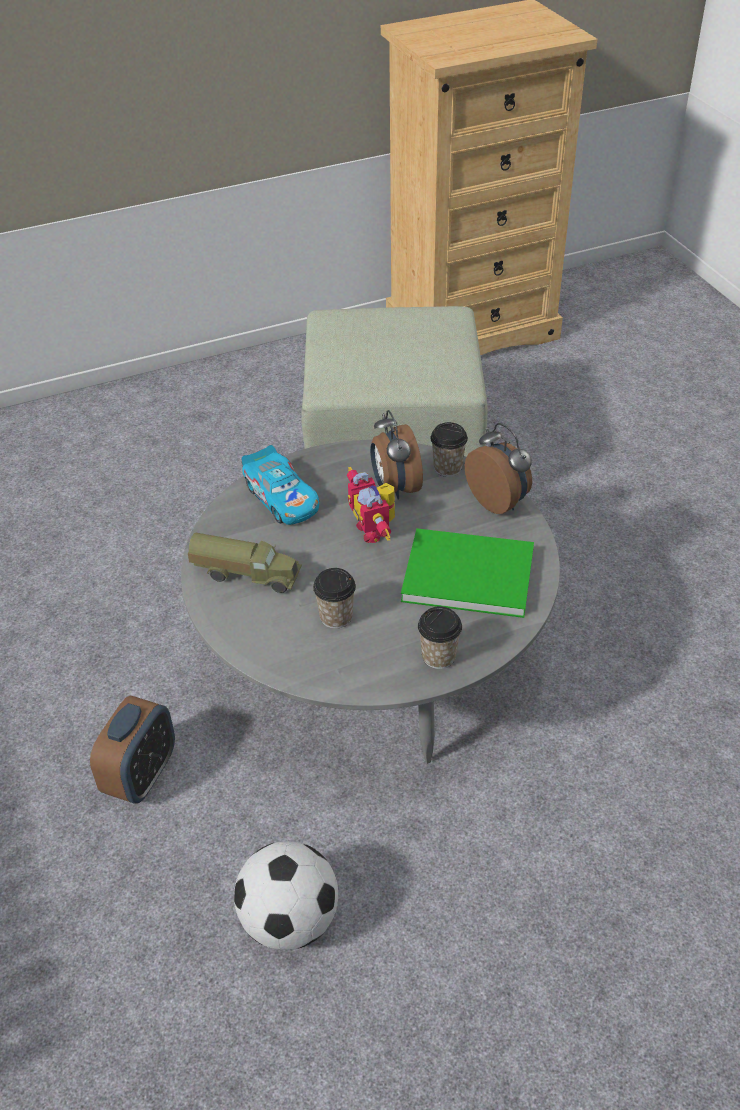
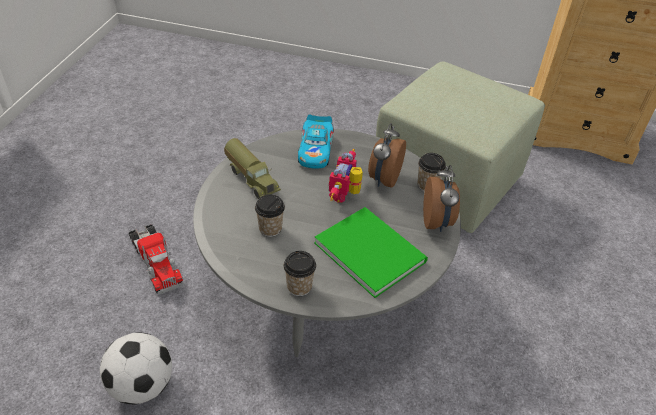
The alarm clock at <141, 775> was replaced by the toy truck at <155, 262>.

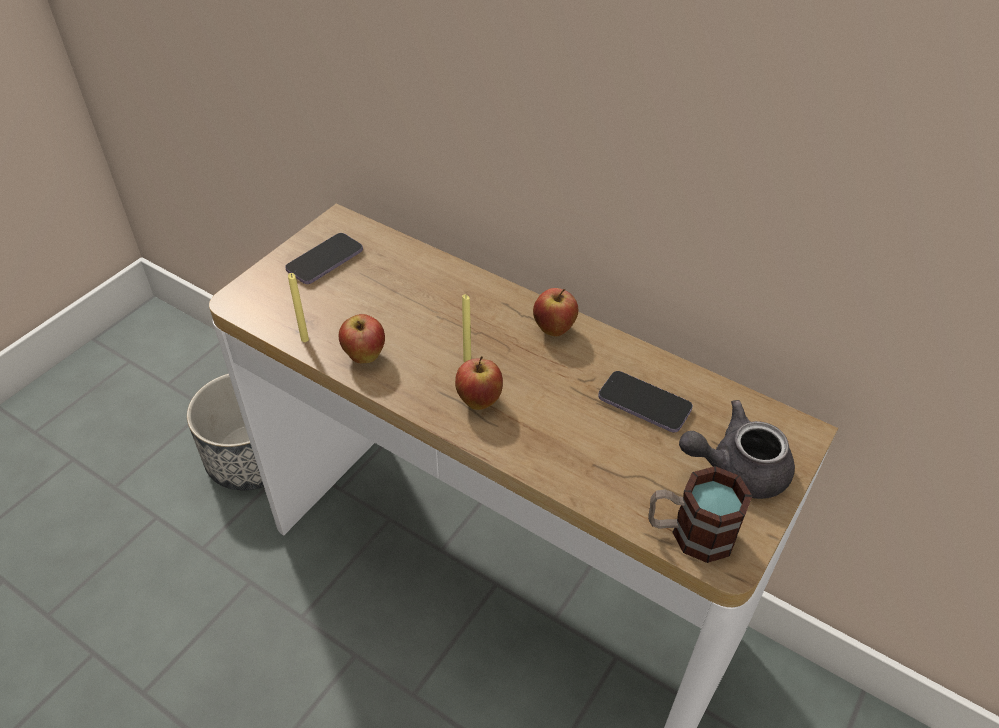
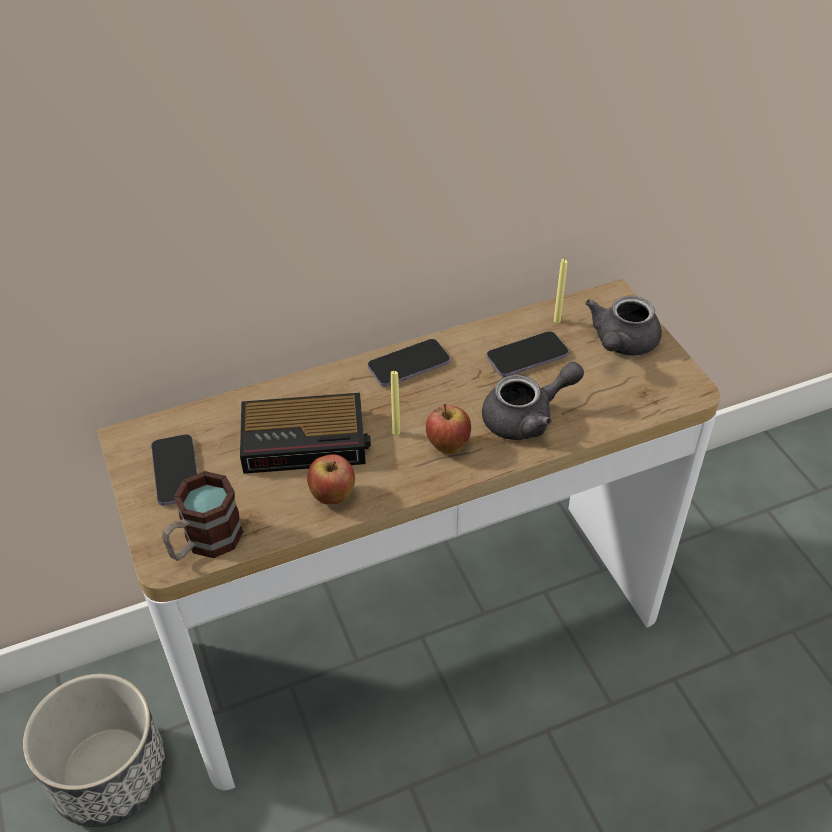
The candle/yellow moved from <305, 339> to <557, 320>.
The apple at <554, 329> was replaced by the phone at <409, 365>.
The mug moved from <689, 533> to <204, 543>.
The teapot/grey at <527, 418> appeared.
The alarm clock at <307, 440> appeared.

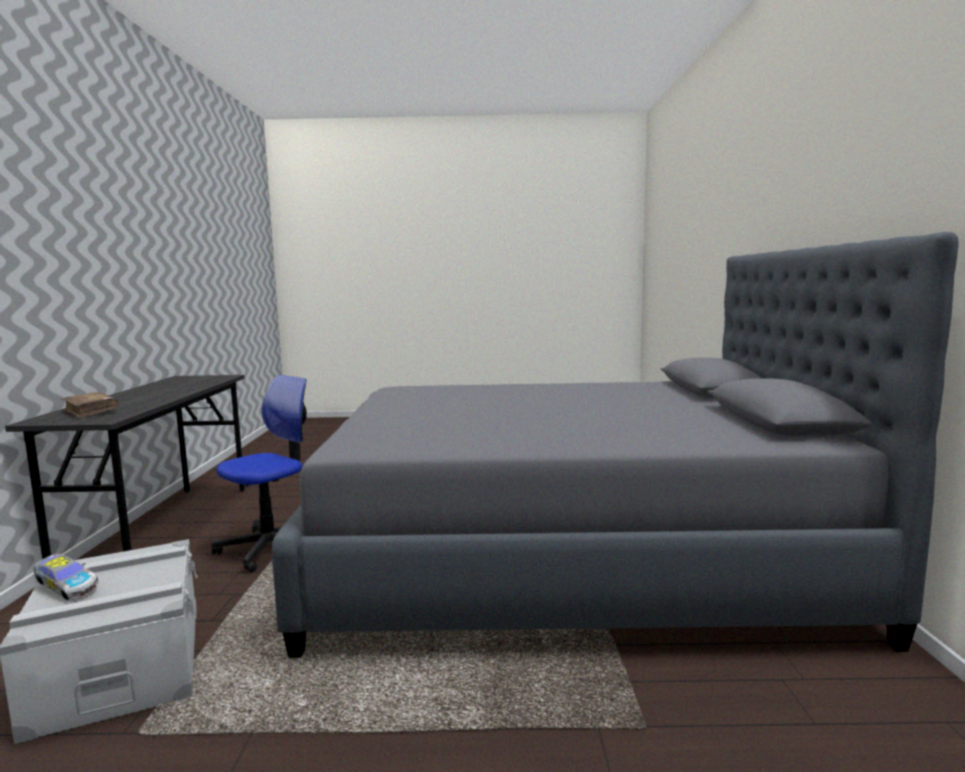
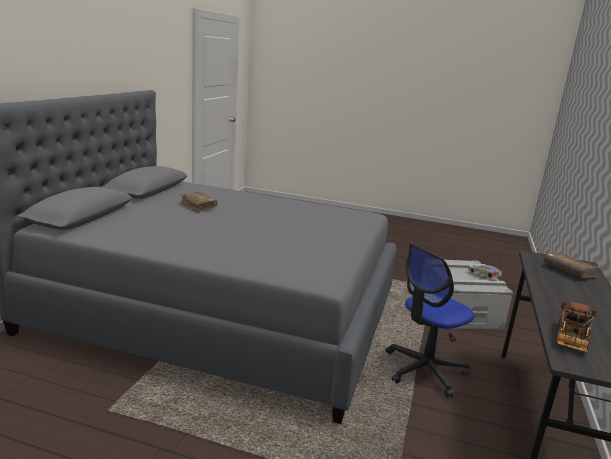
The book/brown at <198, 206> appeared.
The toy truck at <570, 341> appeared.

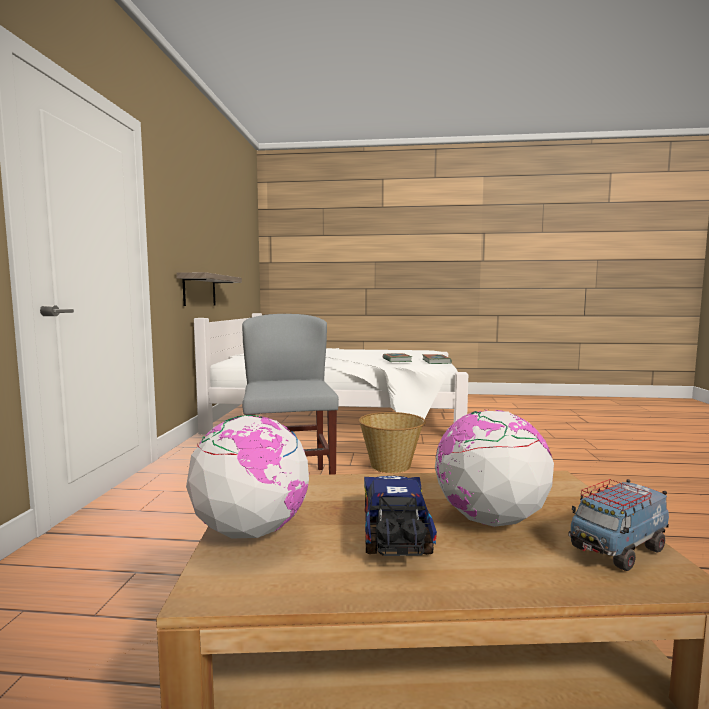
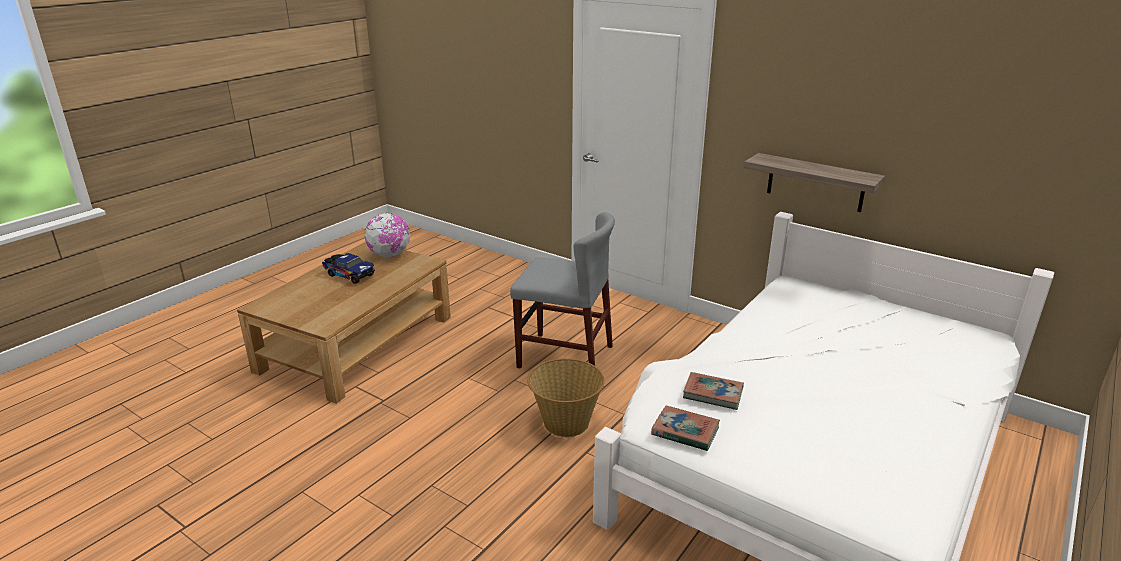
The globe at <489, 519> disappeared.
The toy truck at <617, 549> disappeared.

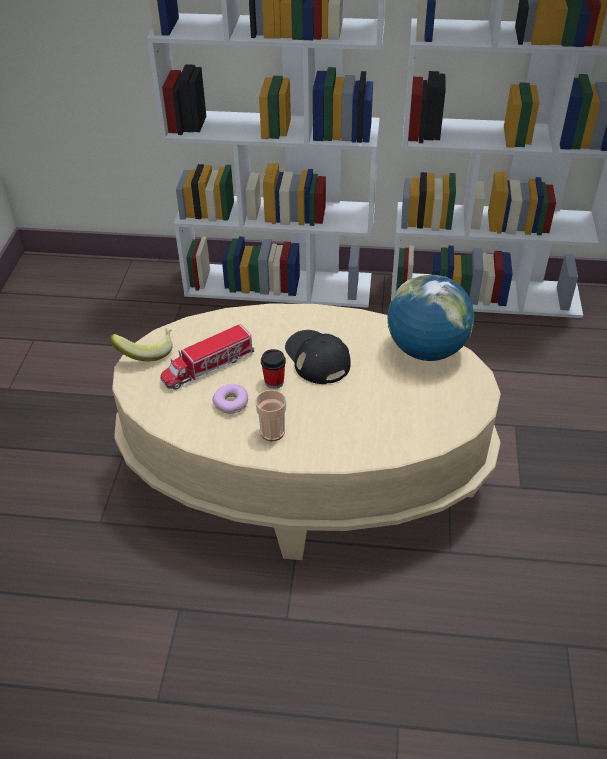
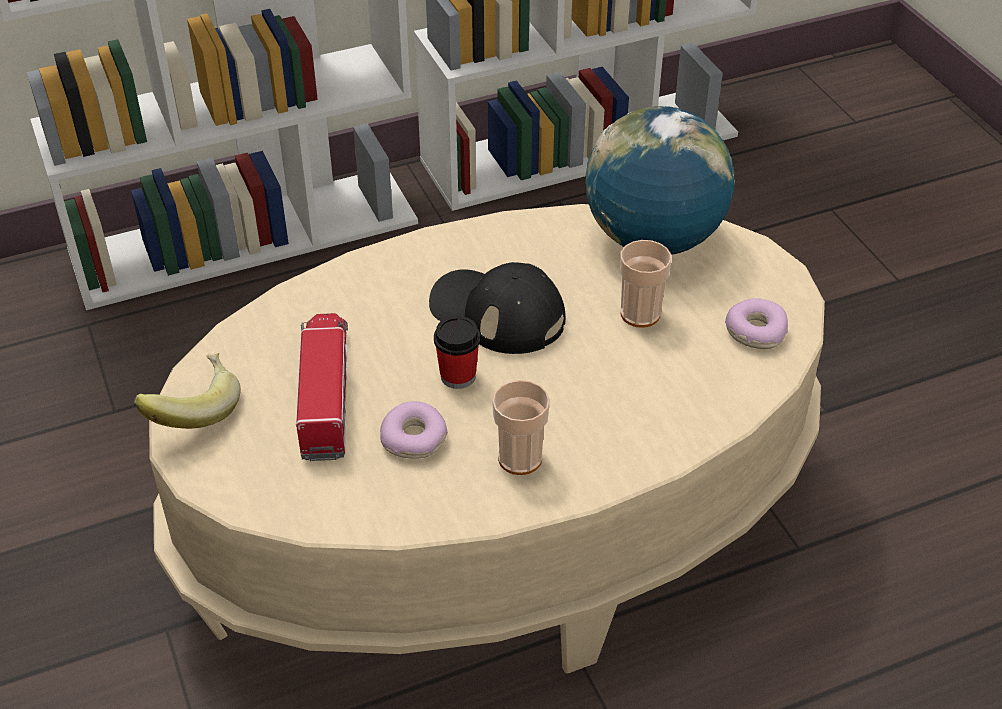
The toy truck at <208, 367> turned 150 degrees clockwise.
The cup at <640, 314> appeared.
The donut at <755, 331> appeared.

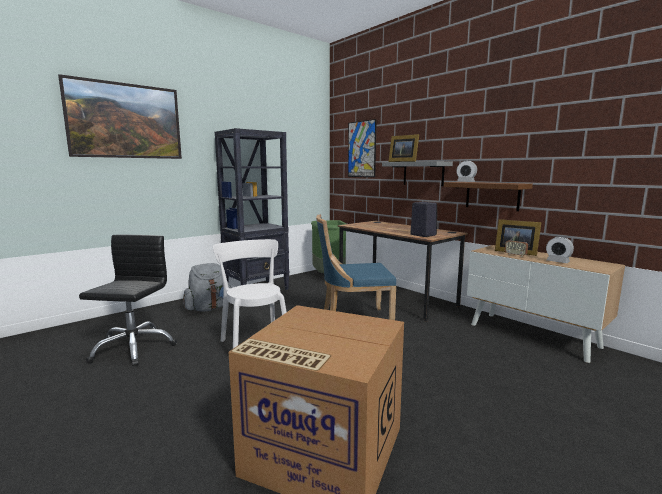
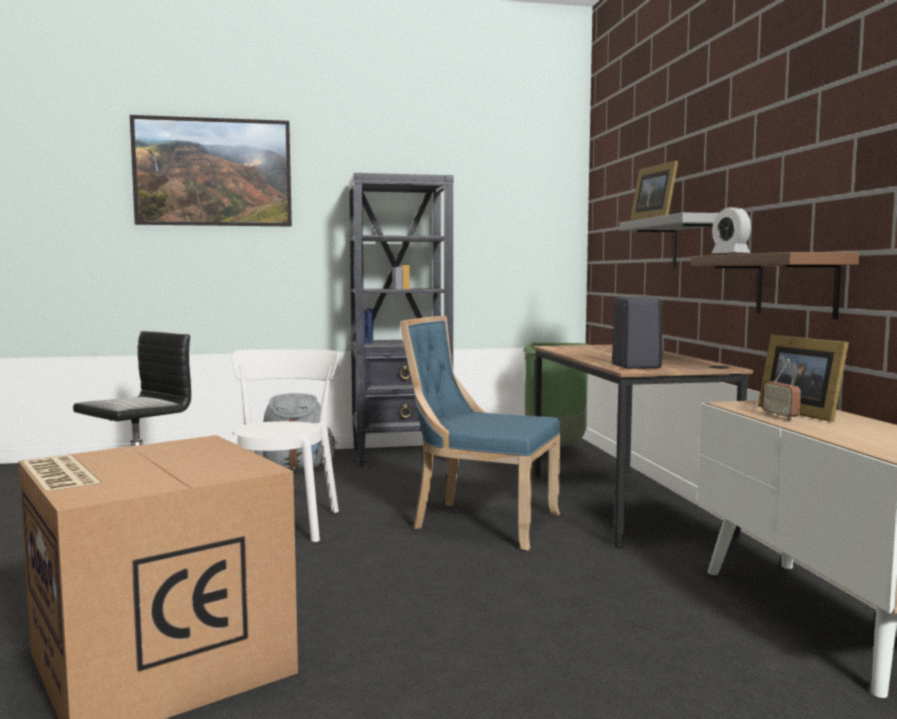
The picture at <361, 149> disappeared.
The alarm clock at <557, 261> disappeared.

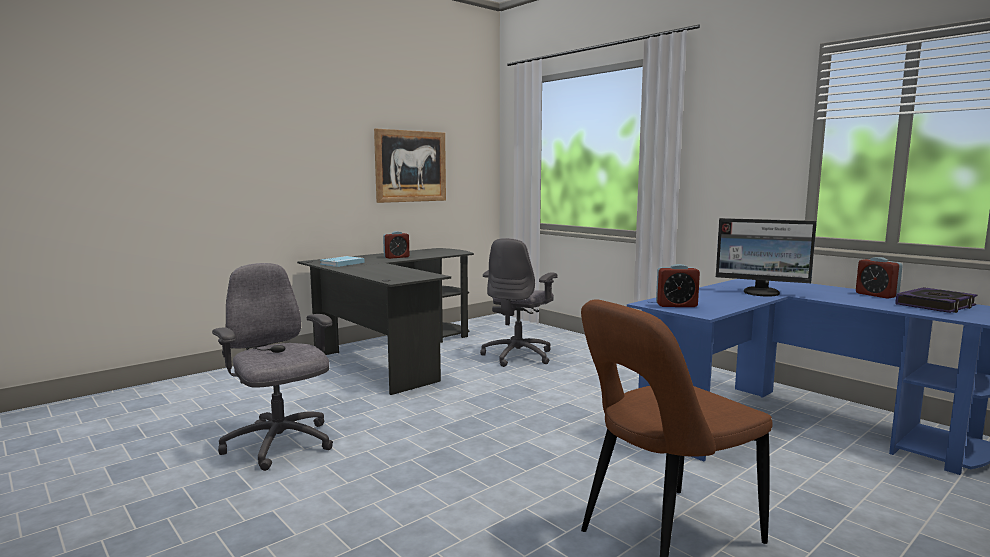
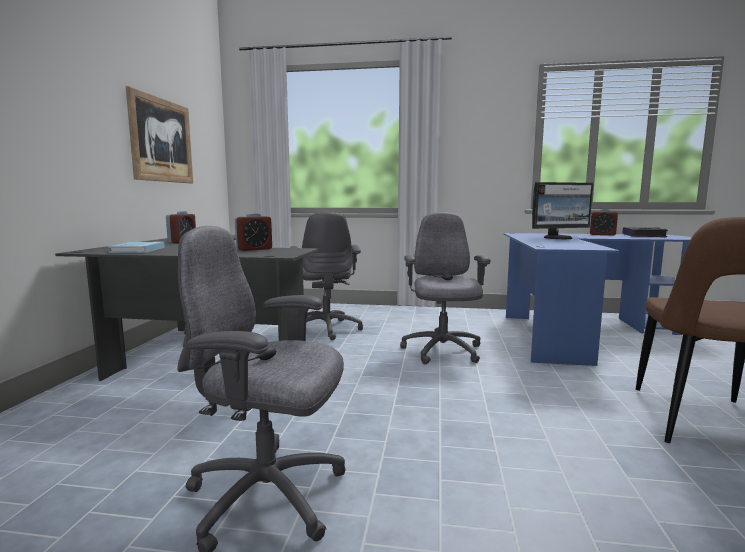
The alarm clock moved from <676, 305> to <254, 249>.
The office chair/grey at <442, 351> appeared.

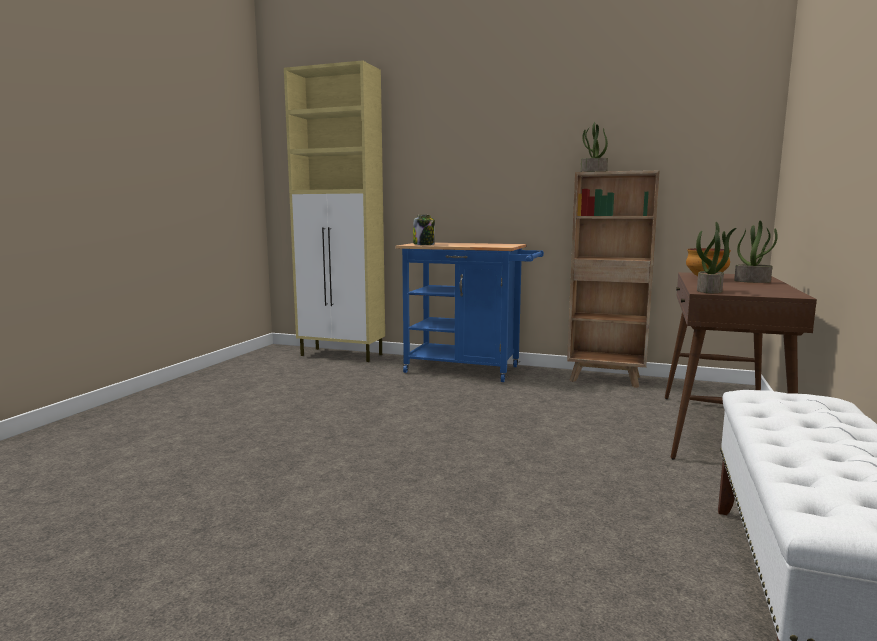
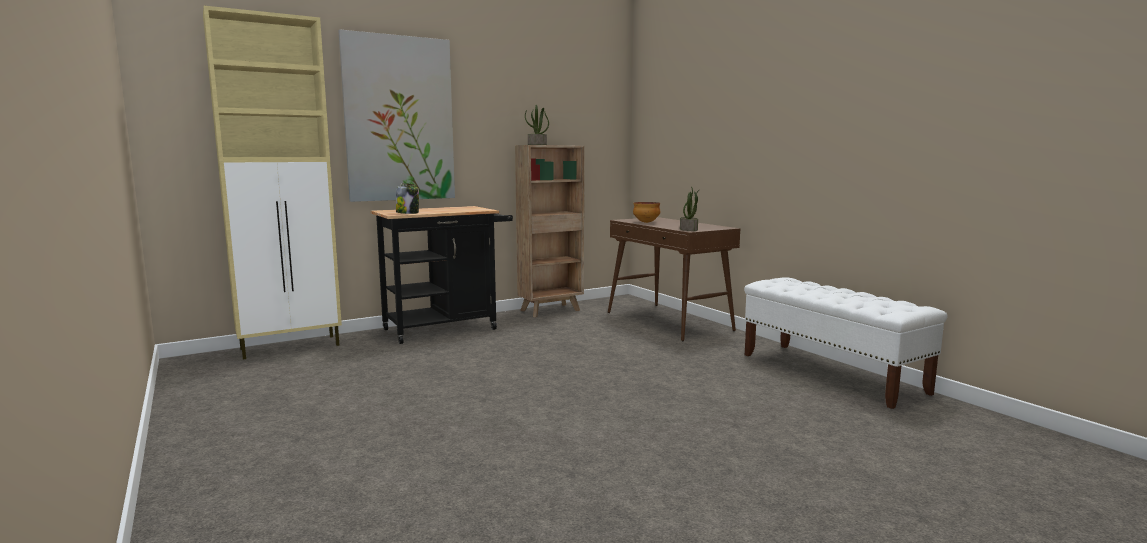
The potted plant at <752, 281> disappeared.
The cart/blue at <469, 370> became the cart/black at <447, 328>.
The picture at <399, 119> appeared.

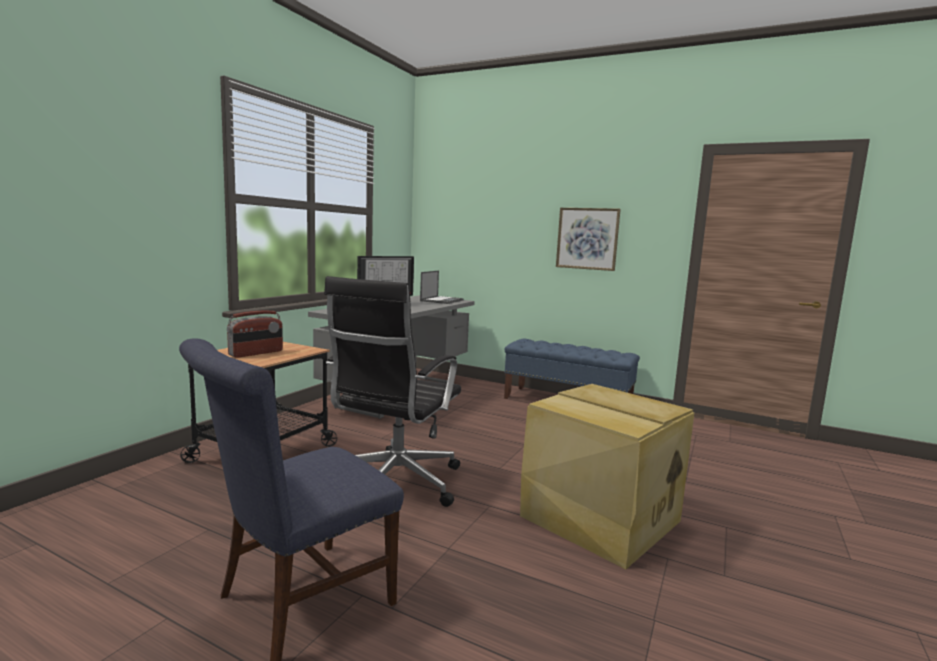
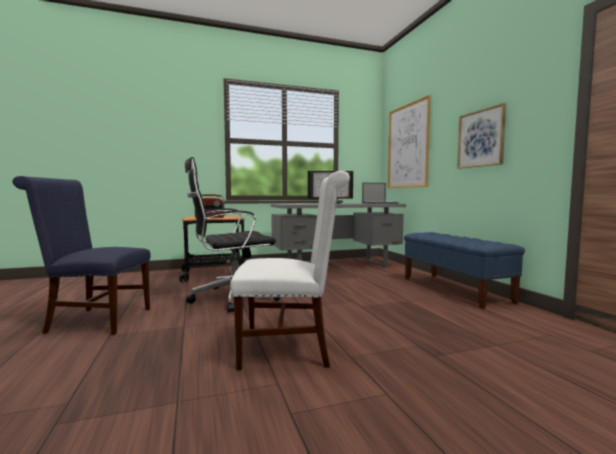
The storage box/beige at <600, 520> was replaced by the chair/white at <292, 348>.
The picture at <408, 146> appeared.

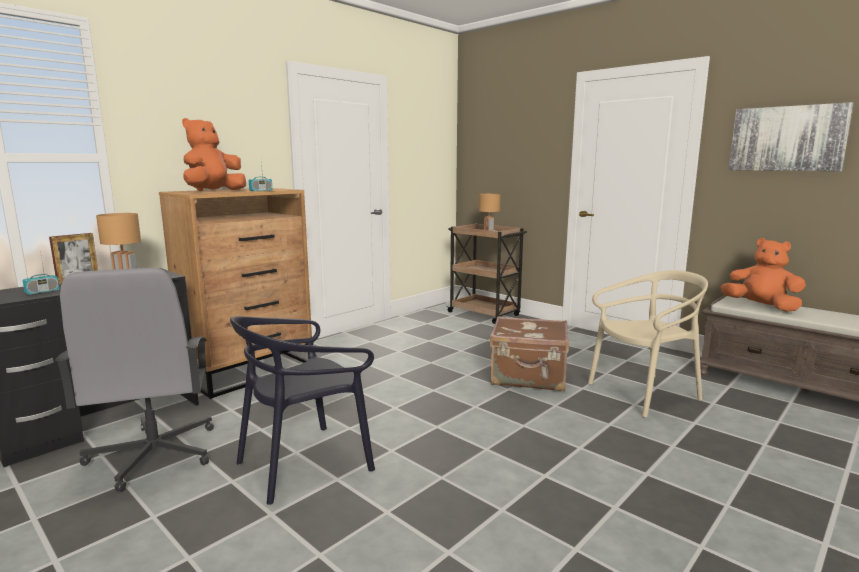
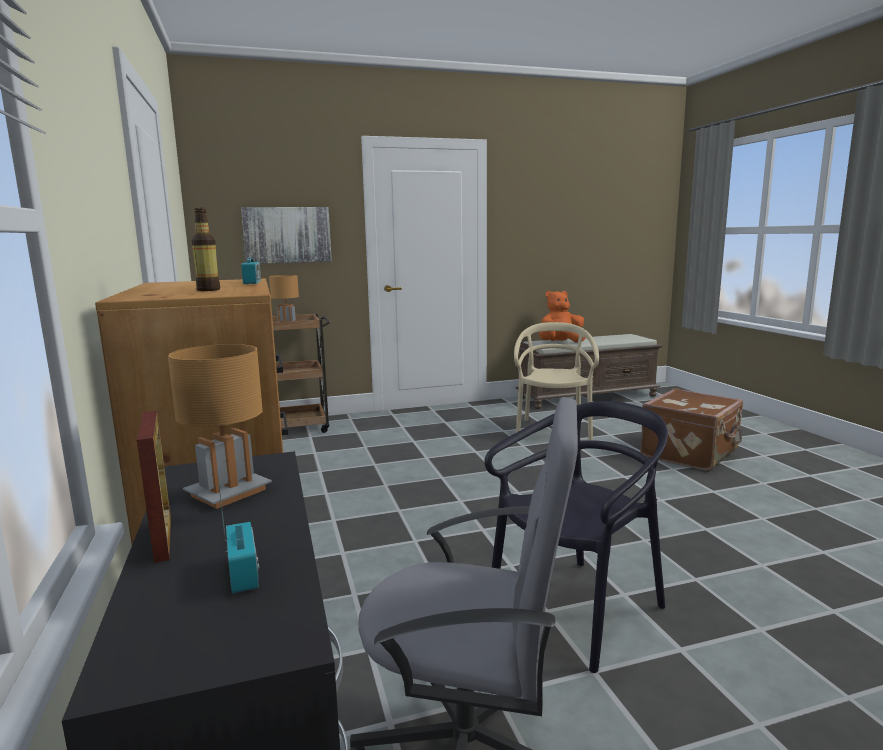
The picture moved from <787, 138> to <287, 235>.
The plush toy/orange at <214, 191> was replaced by the bottle at <208, 290>.
The chair/black at <305, 463> turned 120 degrees counterclockwise.
The suitcase/brown moved from <528, 377> to <691, 453>.

